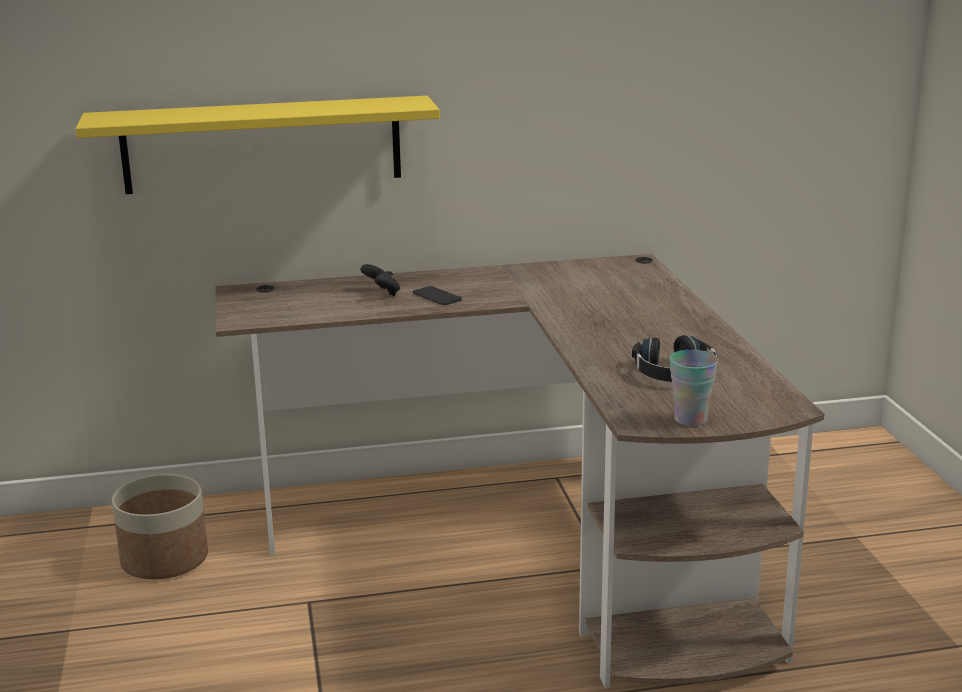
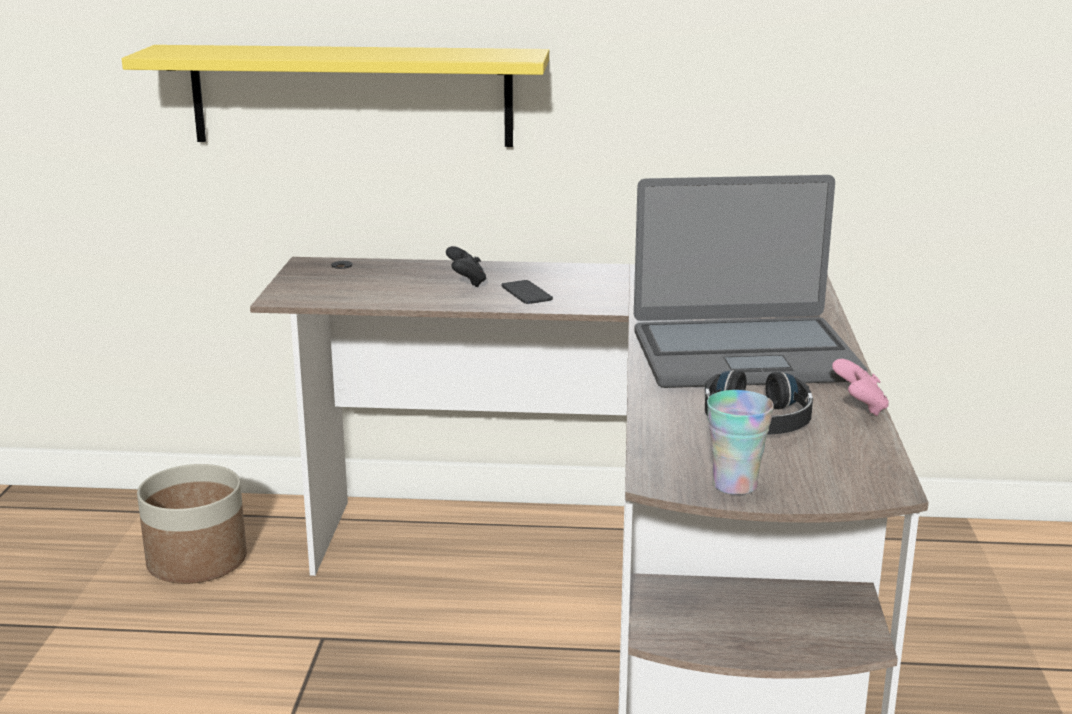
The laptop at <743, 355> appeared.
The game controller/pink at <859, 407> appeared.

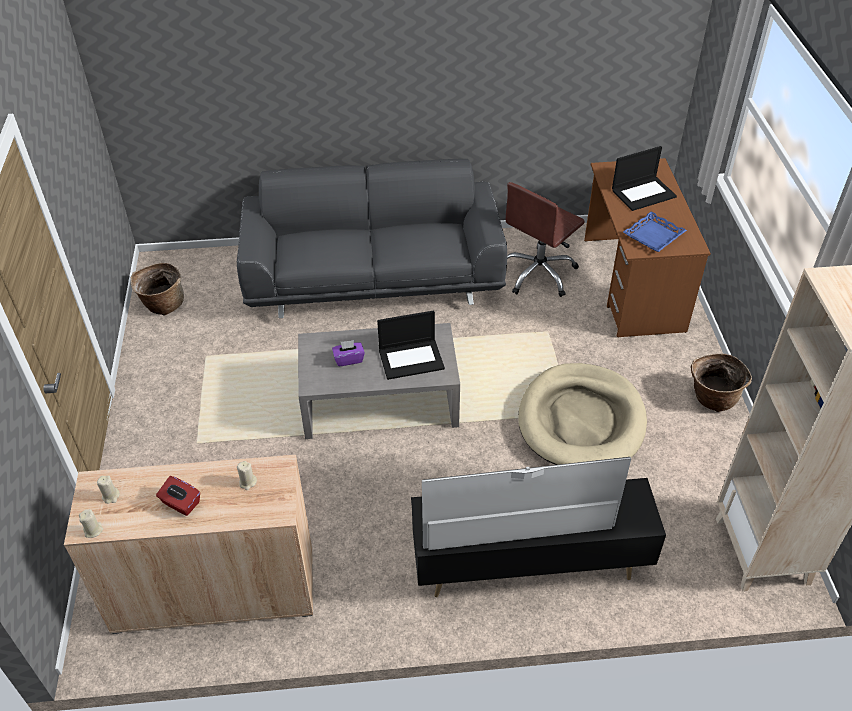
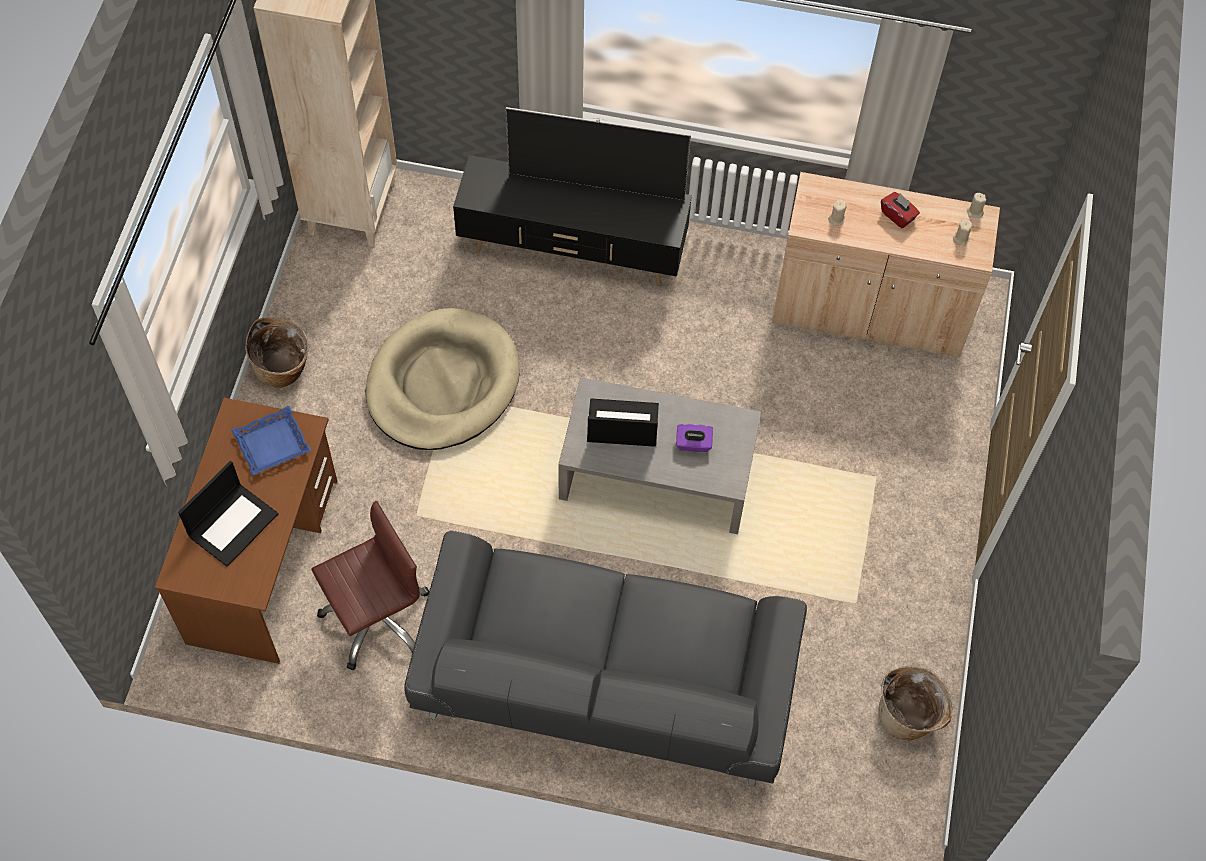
The laptop at <643, 193> turned 135 degrees clockwise.

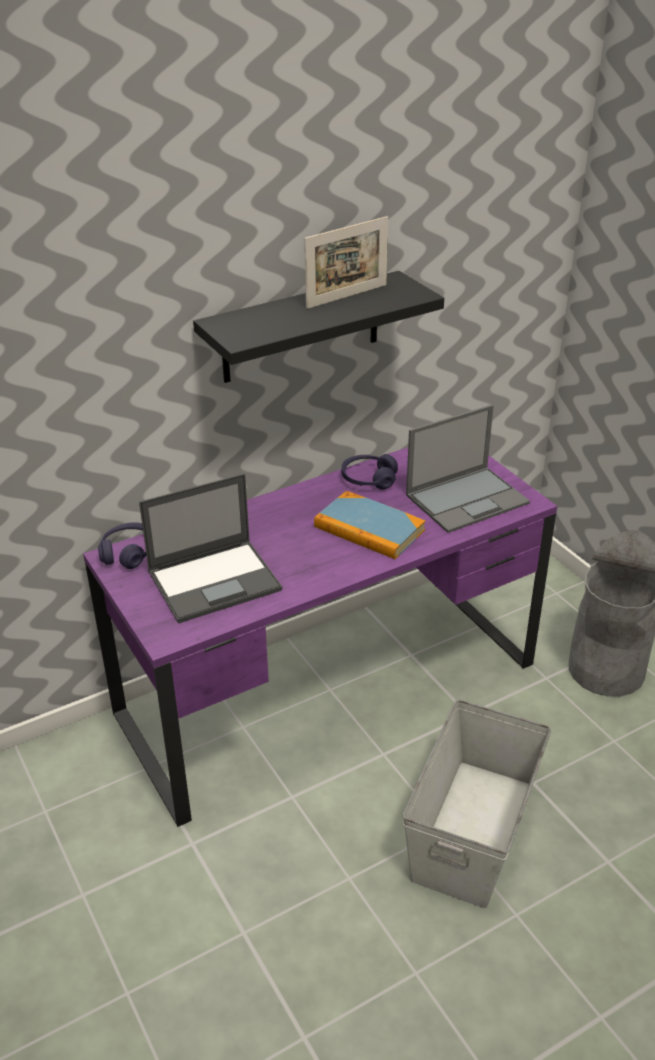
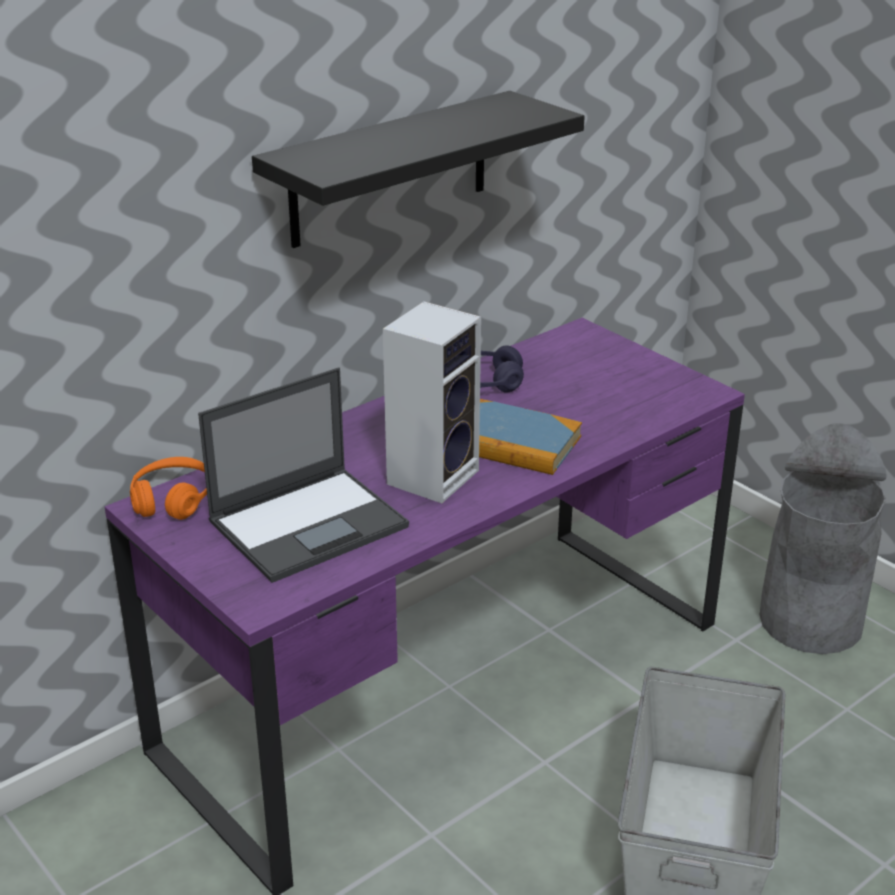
The picture frame at <347, 296> disappeared.
The laptop at <468, 498> disappeared.
The headphones/purple at <129, 553> became the headphones/orange at <173, 500>.
The speaker at <433, 475> appeared.

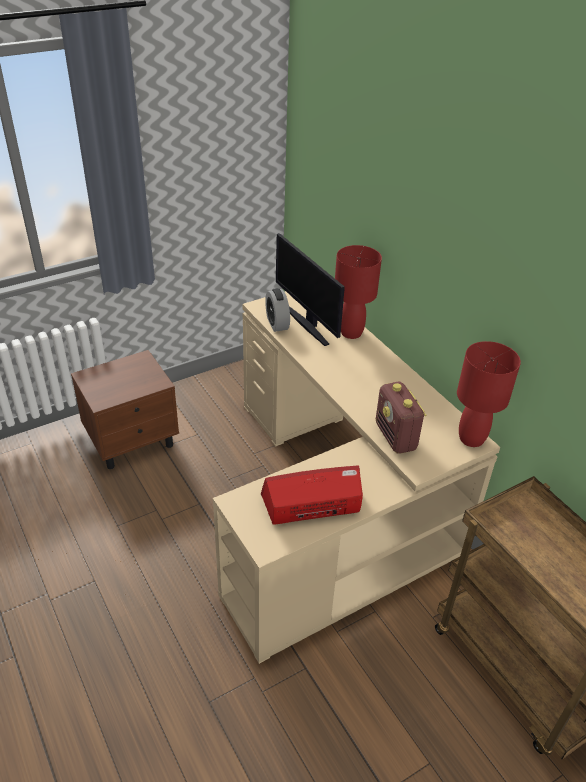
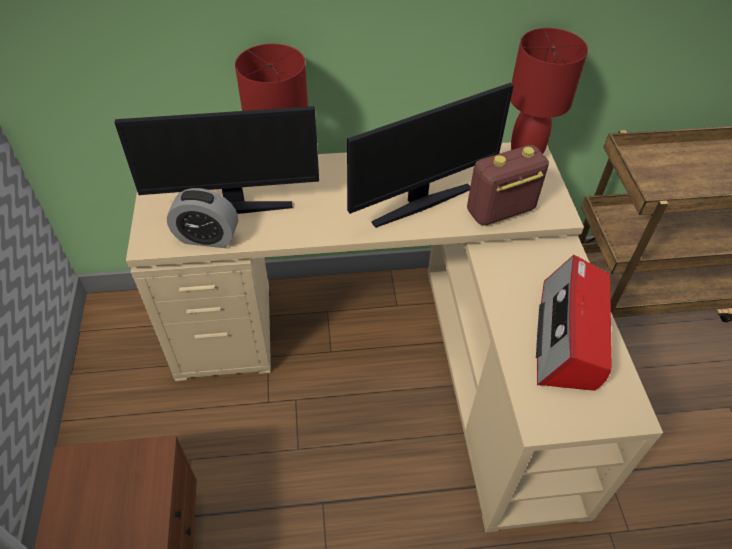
The radio at <396, 437> turned 150 degrees clockwise.
The monitor at <420, 203> appeared.

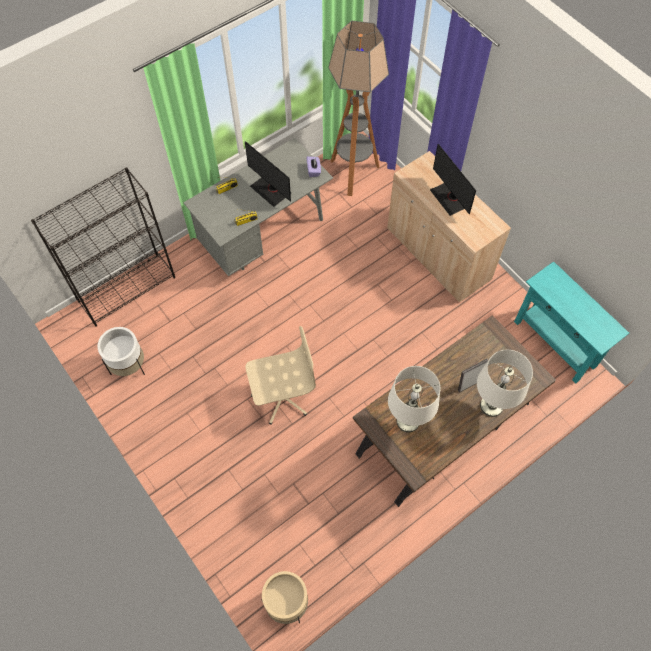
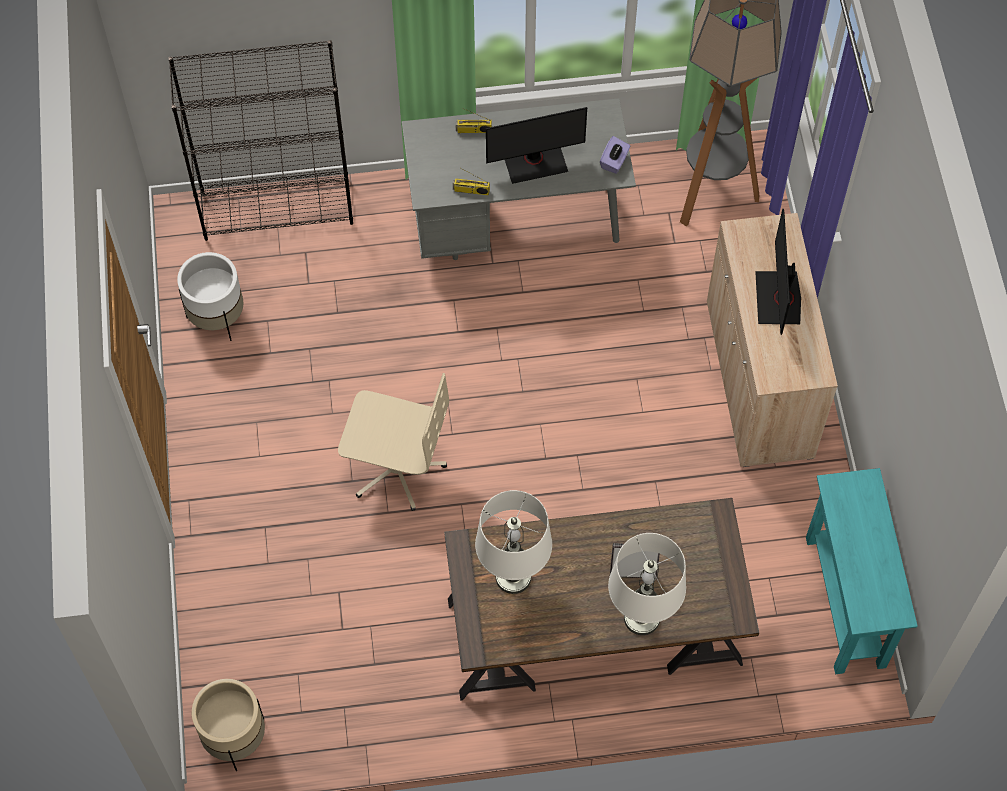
The monitor at <271, 190> turned 90 degrees counterclockwise.

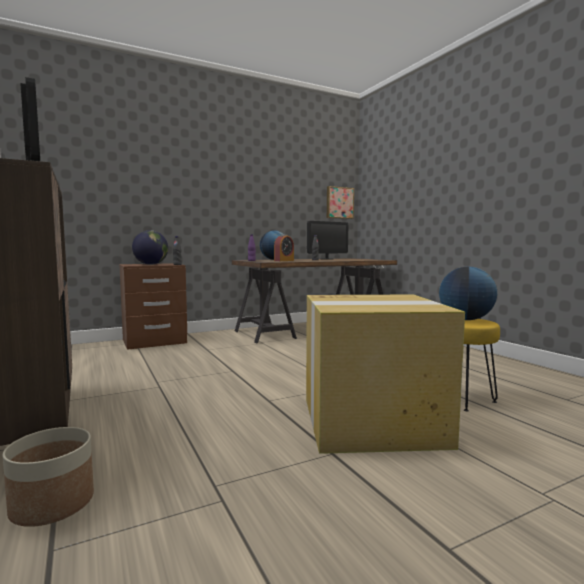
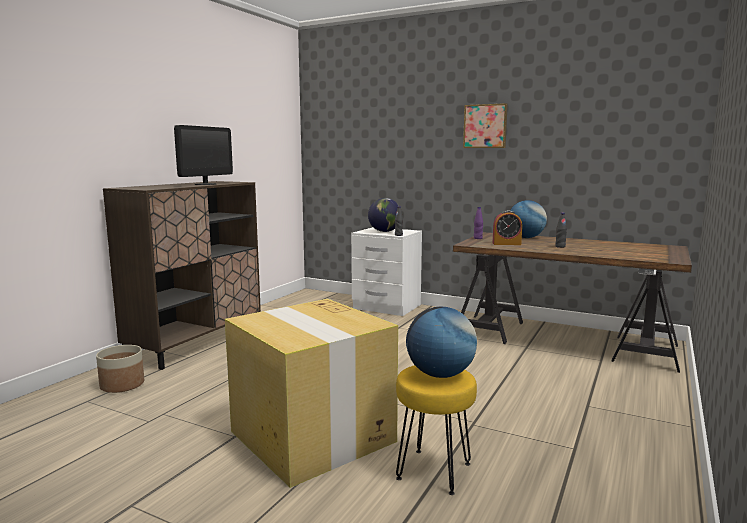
The picture moved from <339, 203> to <485, 126>.
The monitor at <326, 259> disappeared.
The nightstand/brown at <154, 342> became the nightstand/white at <386, 307>.

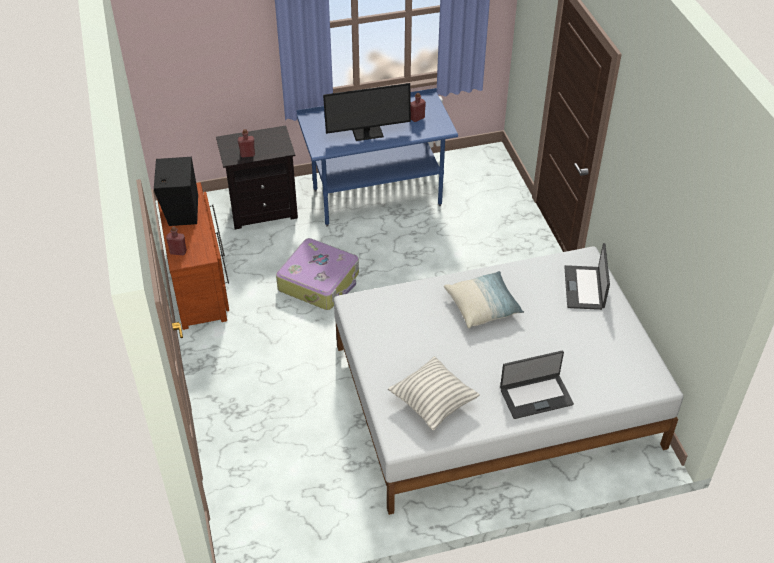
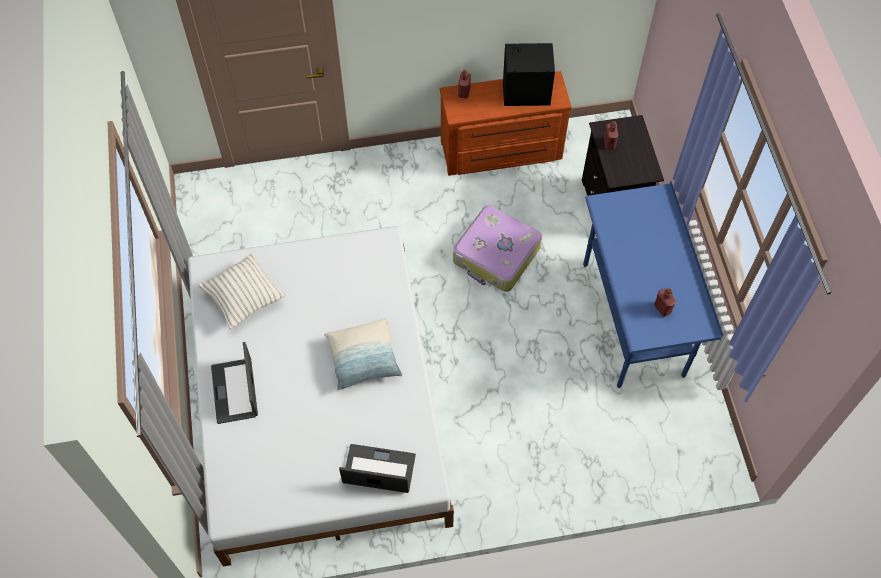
The monitor at <367, 131> disappeared.

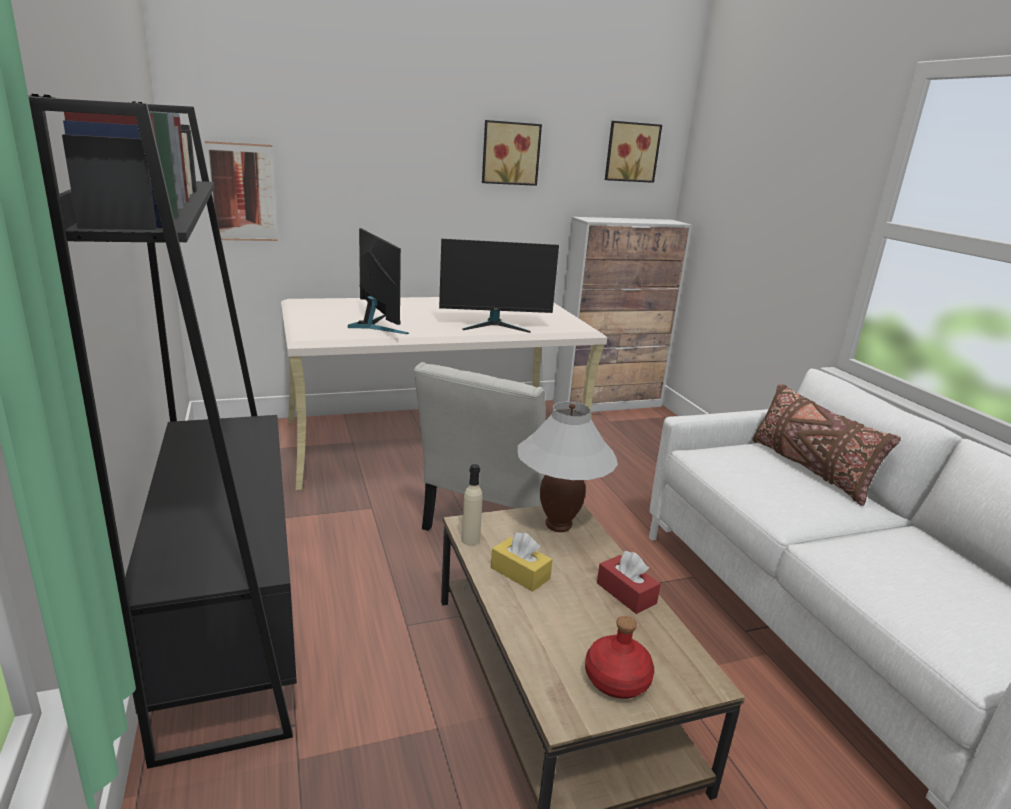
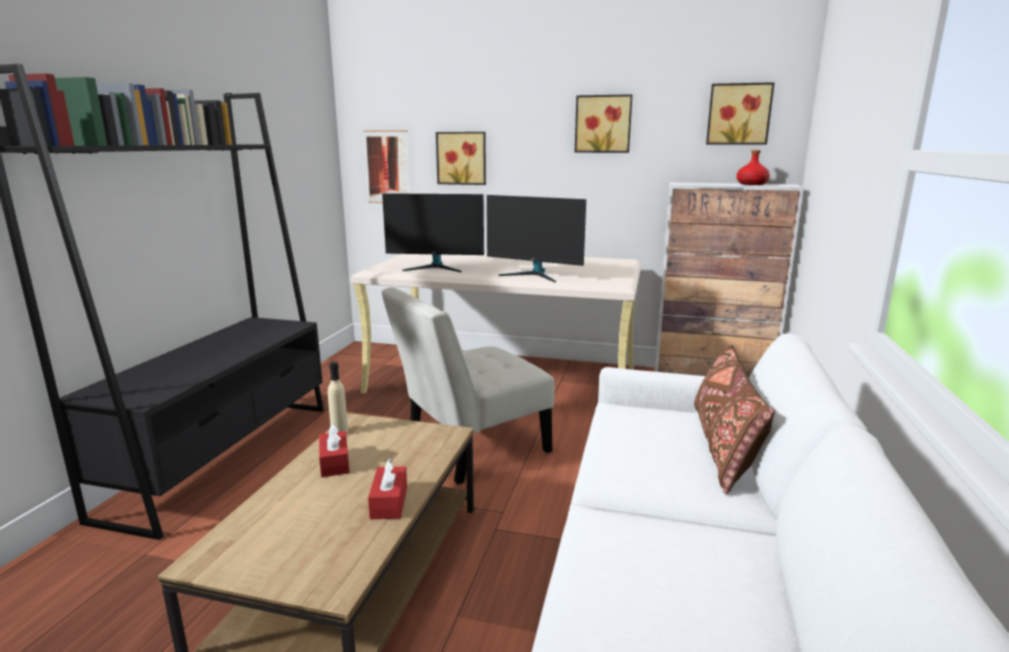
The monitor at <375, 325> turned 90 degrees clockwise.
The table lamp/white at <558, 525> disappeared.
The tissue box/yellow at <520, 573> became the tissue box/red at <334, 463>.
The bottle/red moved from <616, 679> to <751, 184>.
The picture at <462, 158> appeared.

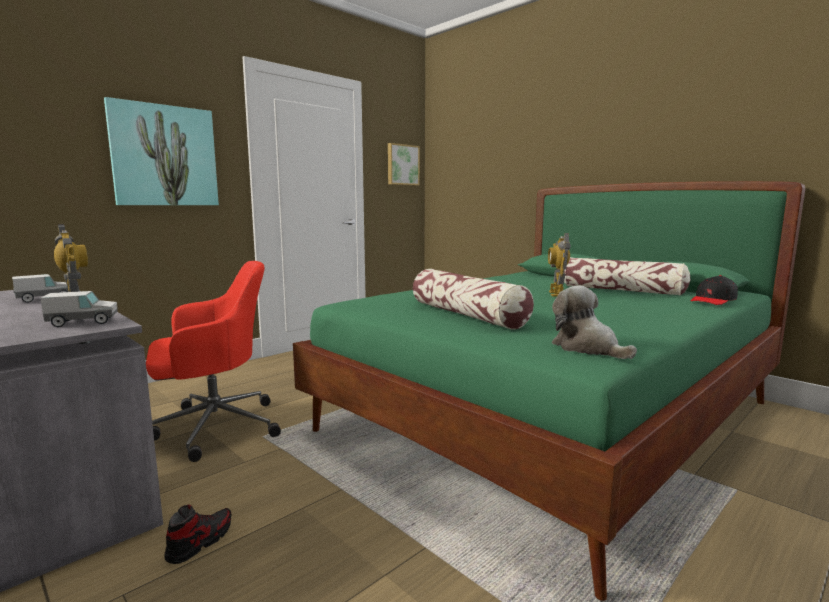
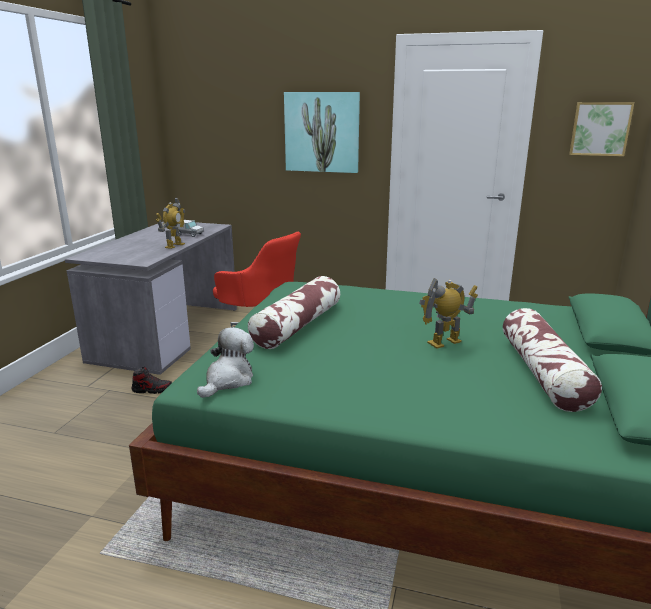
The cap/black at <713, 300> disappeared.
The toy truck at <83, 322> disappeared.

